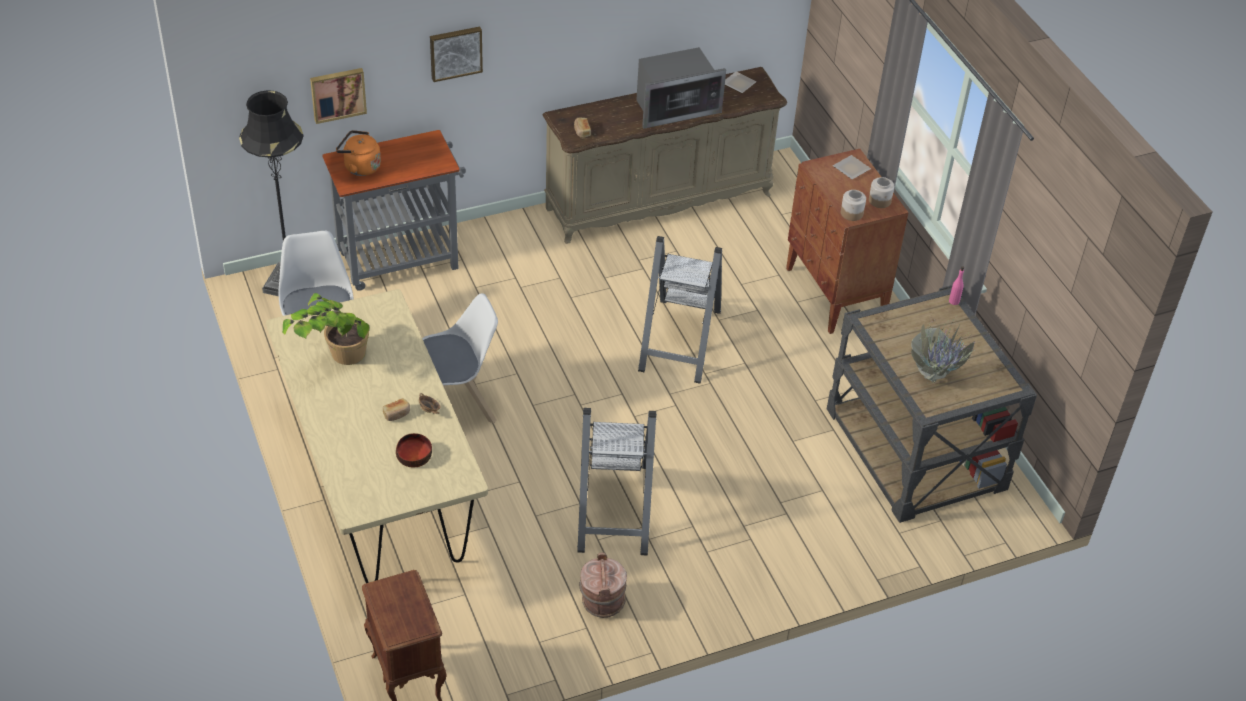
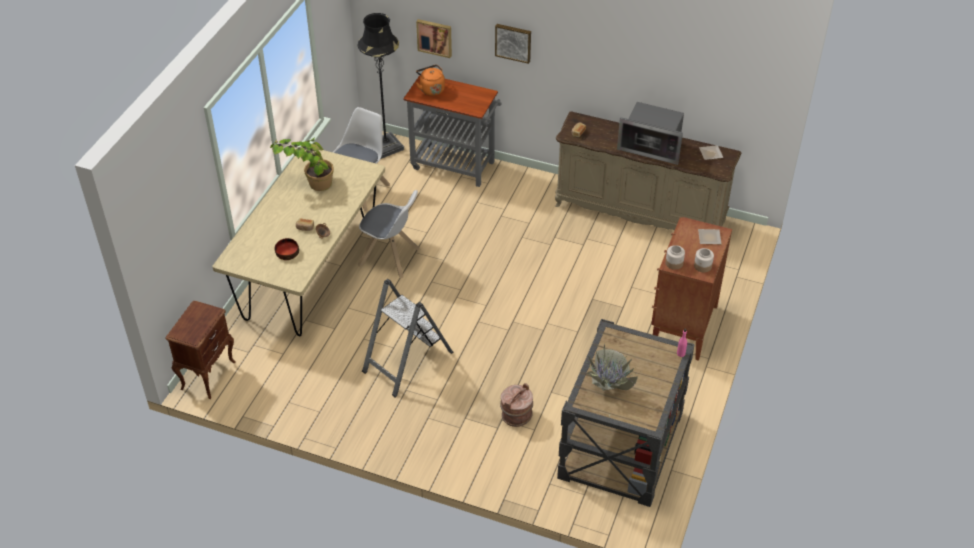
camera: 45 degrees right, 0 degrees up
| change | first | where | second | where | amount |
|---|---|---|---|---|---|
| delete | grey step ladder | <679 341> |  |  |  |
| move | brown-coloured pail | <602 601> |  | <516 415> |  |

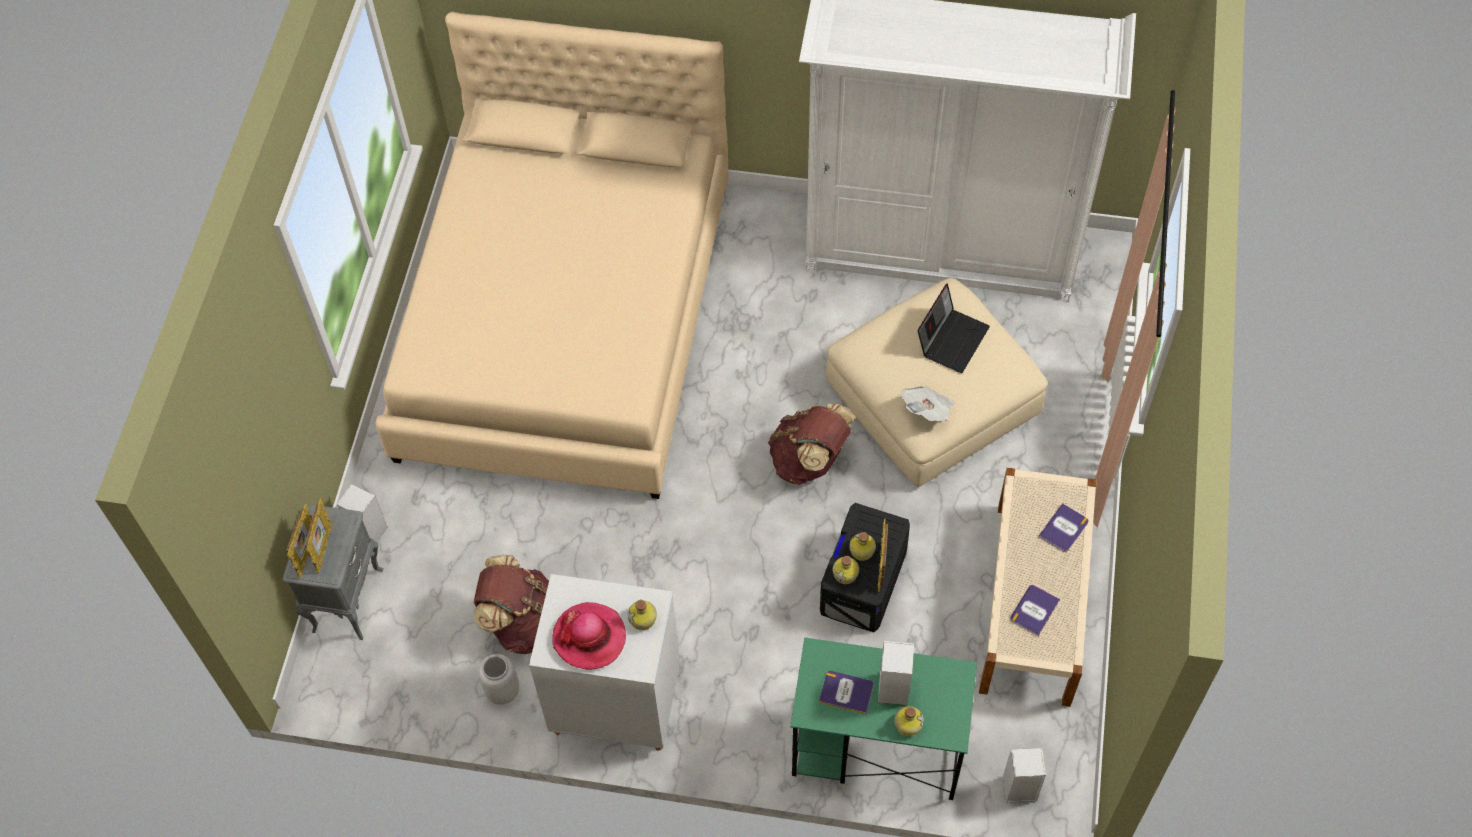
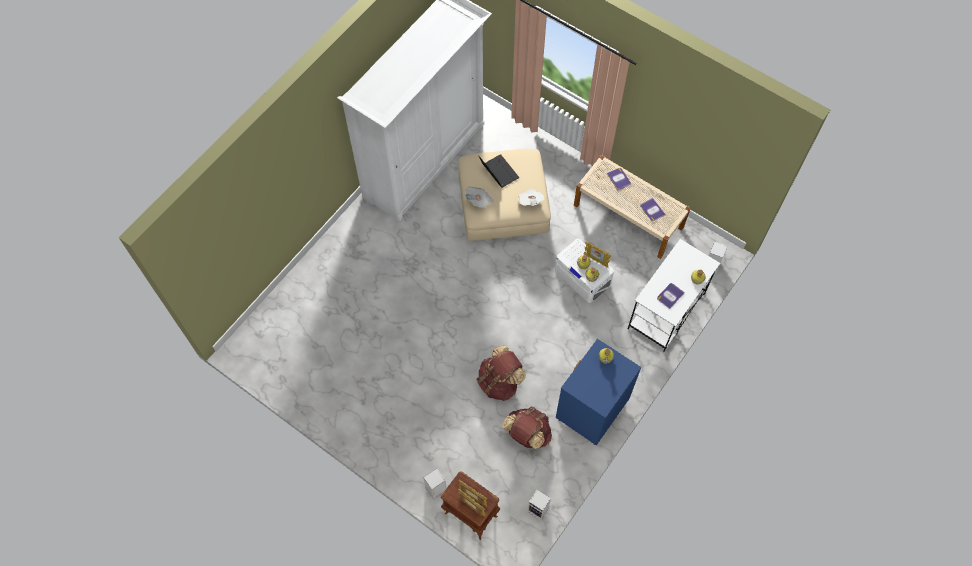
camera: 65 degrees left, 5 degrees up
| change | first | where | second | where | amount |
|---|---|---|---|---|---|
| delete | sand-coloured bed | <567 319> |  |  |  |
| delete | grey decorative vase | <502 690> |  |  |  |
| delete | clothing hat | <589 637> |  |  |  |
| insert |  |  | printed paper | <479 201> |  |
| move | brown-coloured rucksack | <809 461> |  | <499 382> |  |
| move | loudspeaker | <894 690> |  | <539 509> |  |
| recolor | grey bedside table | <348 600> | brown-coloured bedside table | <470 514> |  |
| recolor | white dresser | <614 702> | blue dresser | <591 411> |  |
| recolor | green desk | <875 746> | white desk | <666 311> |  |
| recolor | black storage container | <863 581> | white storage container | <582 277> |  |

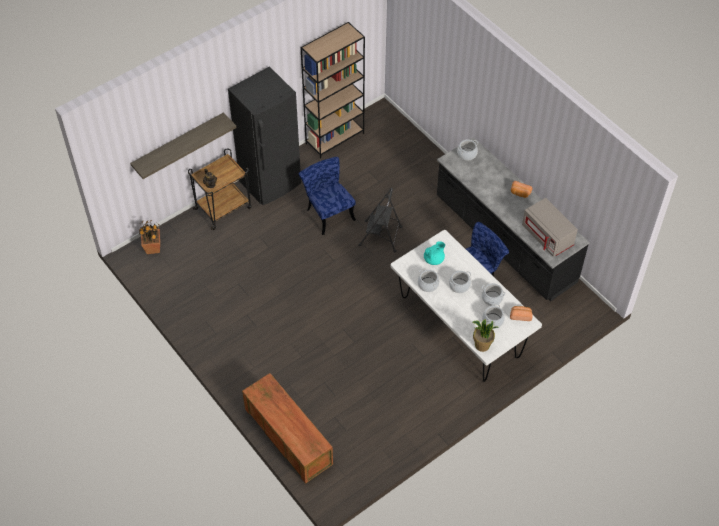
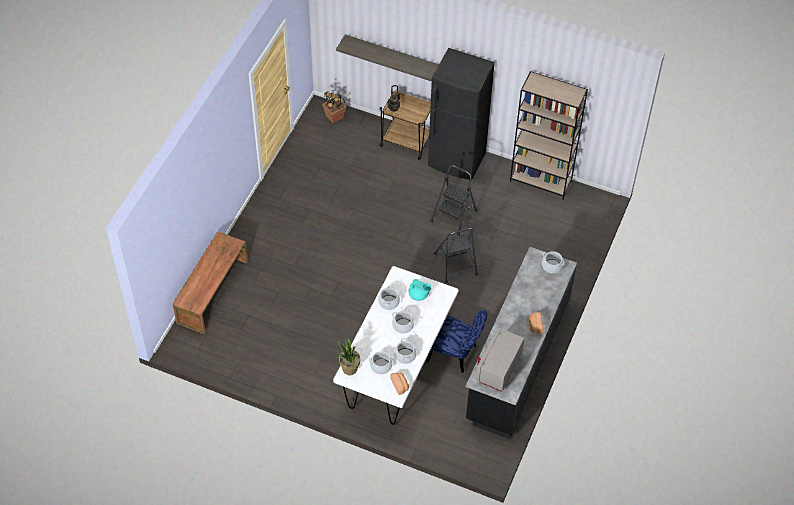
camera: 60 degrees right, 0 degrees up
| change | first | where | second | where | amount |
|---|---|---|---|---|---|
| replace | blue chair | <328 212> | black step ladder | <454 214> |  |

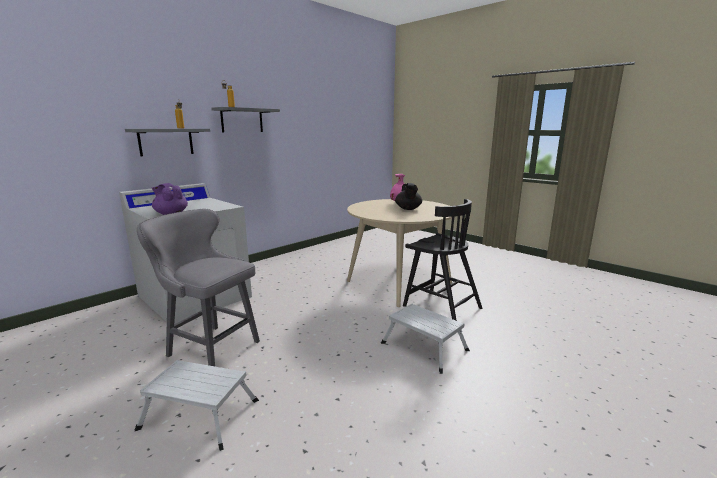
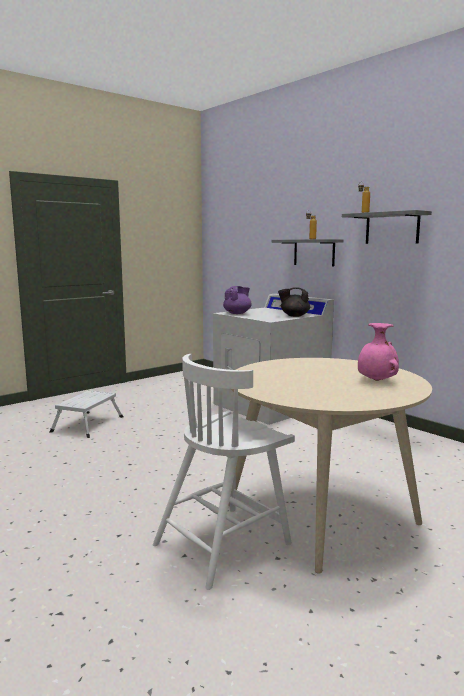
camera: 95 degrees right, 5 degrees down
| change | first | where | second | where | amount |
|---|---|---|---|---|---|
| delete | grey sitting stool | <211 347> |  |  |  |
| delete | white step ladder | <424 347> |  |  |  |
| move | black teapot | <408 209> |  | <294 316> |  |
| recolor | black chair | <440 306> | white chair | <224 542> |  |

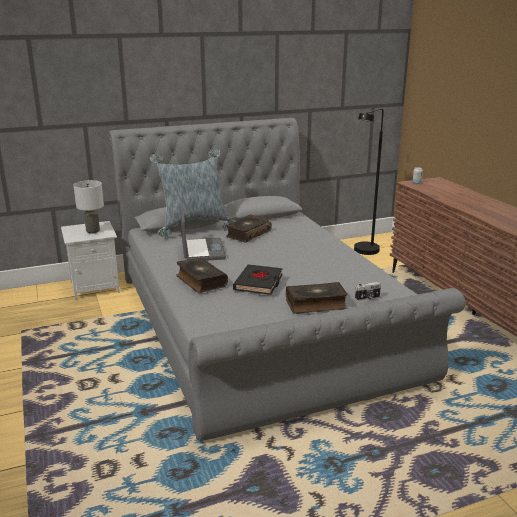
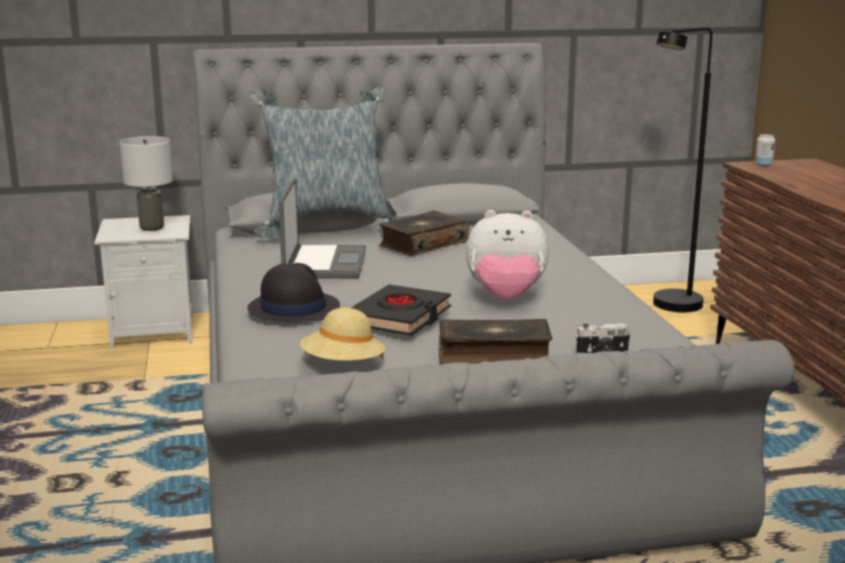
camera: 10 degrees right, 5 degrees down
| change | first | where | second | where | amount |
|---|---|---|---|---|---|
| insert |  |  | sand-coloured clothing hat | <343 365> |  |
| insert |  |  | cuddly toy | <506 298> |  |
| replace | volume | <200 281> | black clothing hat | <293 308> |  |

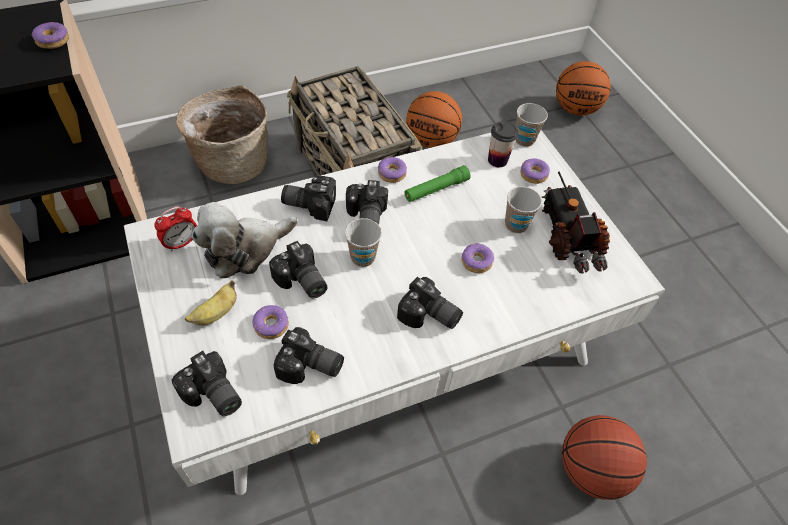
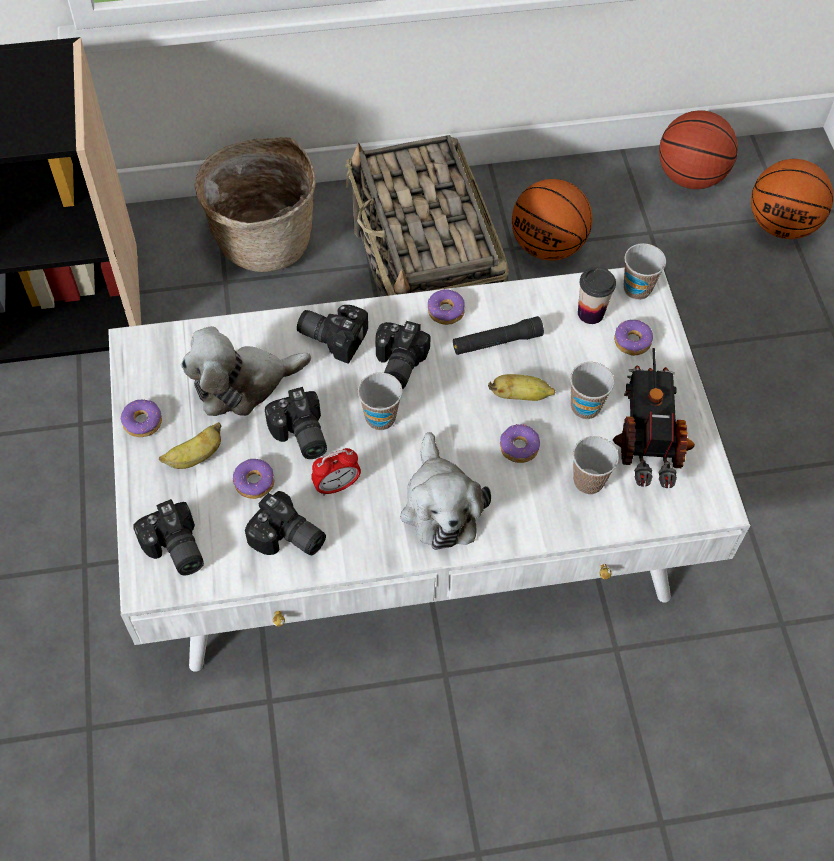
camera: 15 degrees right, 5 degrees up
| change | first | where | second | where | amount |
|---|---|---|---|---|---|
| insert |  |  | whole banana | <520 396> |  |
| insert |  |  | small cup | <588 481> |  |
| move | ring doughnut | <53 41> |  | <143 422> |  |
| move | bedside clock | <181 243> |  | <336 486> |  |
| move | ball for basketball | <591 469> |  | <690 176> |  |
| replace | photo camera | <429 316> | cuddly toy | <440 505> |  |
| recolor | green flashlight | <436 189> | black flashlight | <497 342> |  |

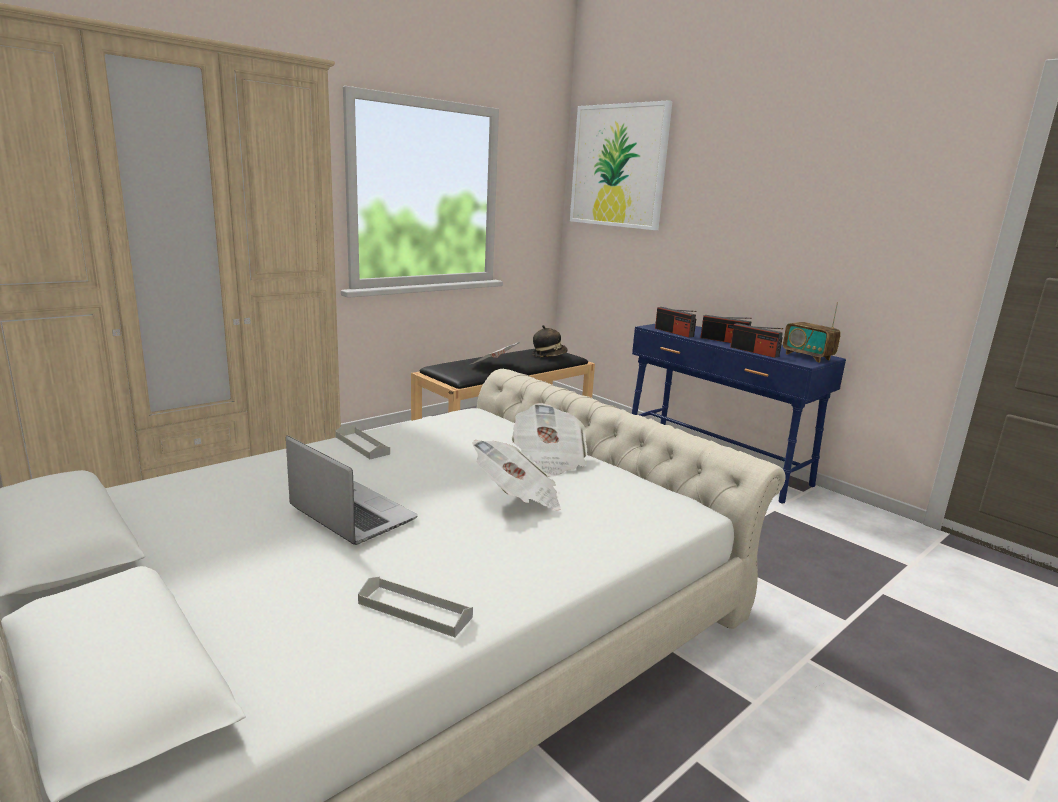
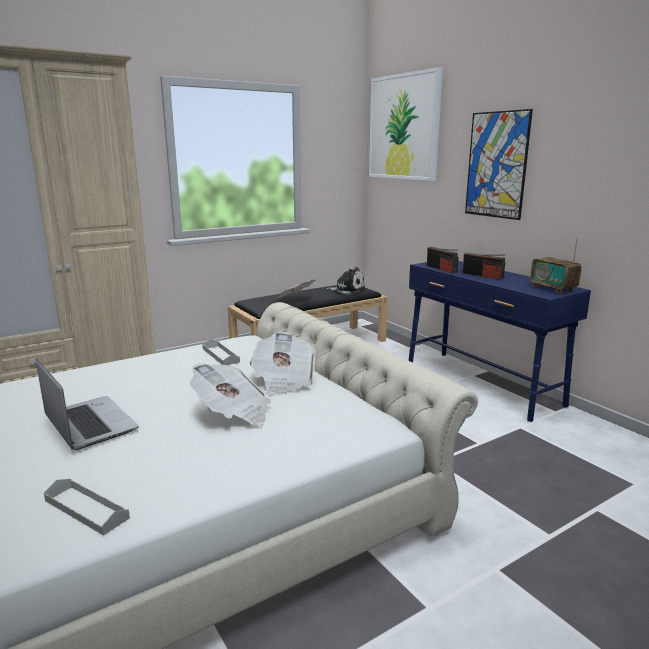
camera: 10 degrees right, 0 degrees up
| change | first | where | second | where | amount |
|---|---|---|---|---|---|
| delete | radio receiver | <754 352> |  |  |  |
| insert |  |  | wall art | <496 165> |  |
| move | grey carrying tray | <362 445> |  | <220 355> |  |
| replace | clothing hat | <549 355> | cuddly toy | <347 290> |  |

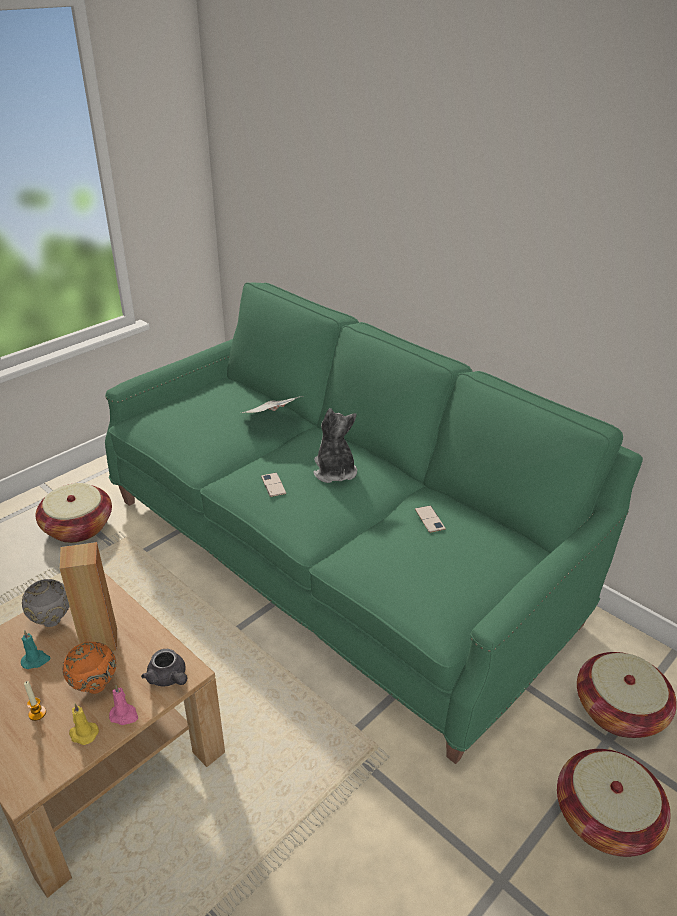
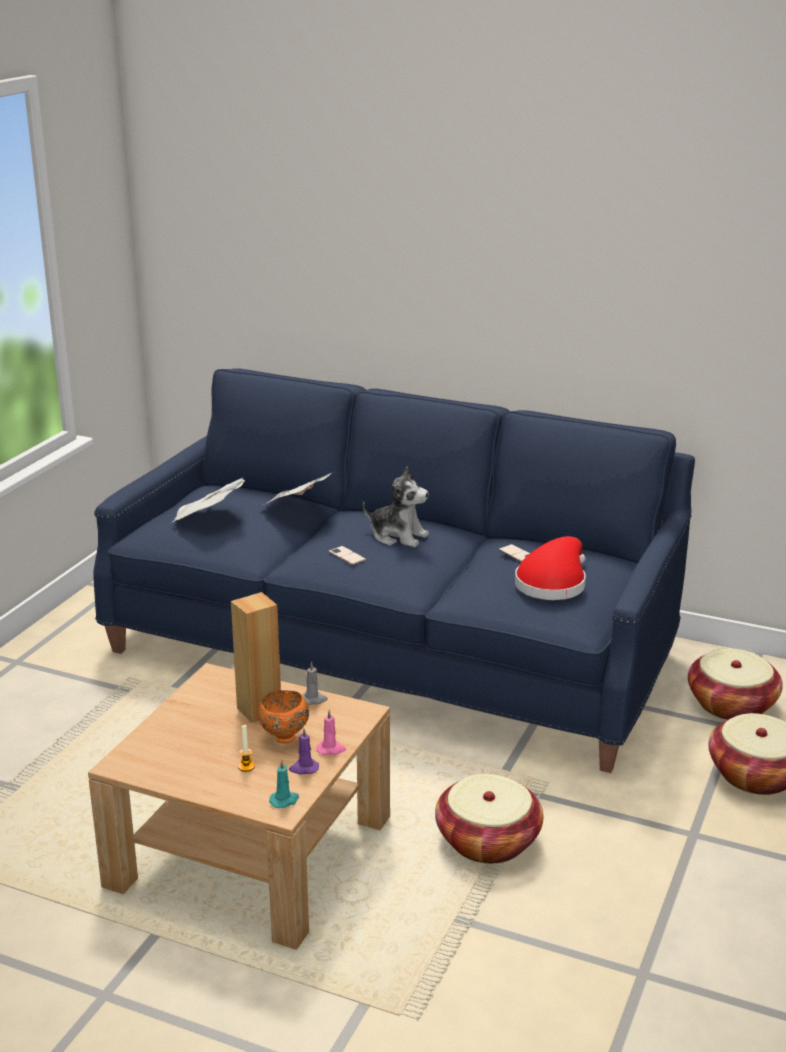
camera: 20 degrees left, 10 degrees down
| change | first | where | second | where | amount |
|---|---|---|---|---|---|
| delete | grey serving bowl | <52 621> |  |  |  |
| delete | grey teapot | <169 678> |  |  |  |
| insert |  |  | printed paper | <208 519> |  |
| insert |  |  | grey wax candle | <313 699> |  |
| insert |  |  | red clothing hat | <552 583> |  |
| move | turquoise-coloured wax candle | <36 660> |  | <284 800> |  |
| move | household basket | <78 527> |  | <488 841> |  |
| recolor | yellow-coloured wax candle | <83 734> | purplish wax candle | <303 768> |  |
| recolor | green couch | <337 555> | blue couch | <393 649> |  |
| rotate | cuddly toy | <334 471> |  | <398 536> | 150 degrees clockwise |

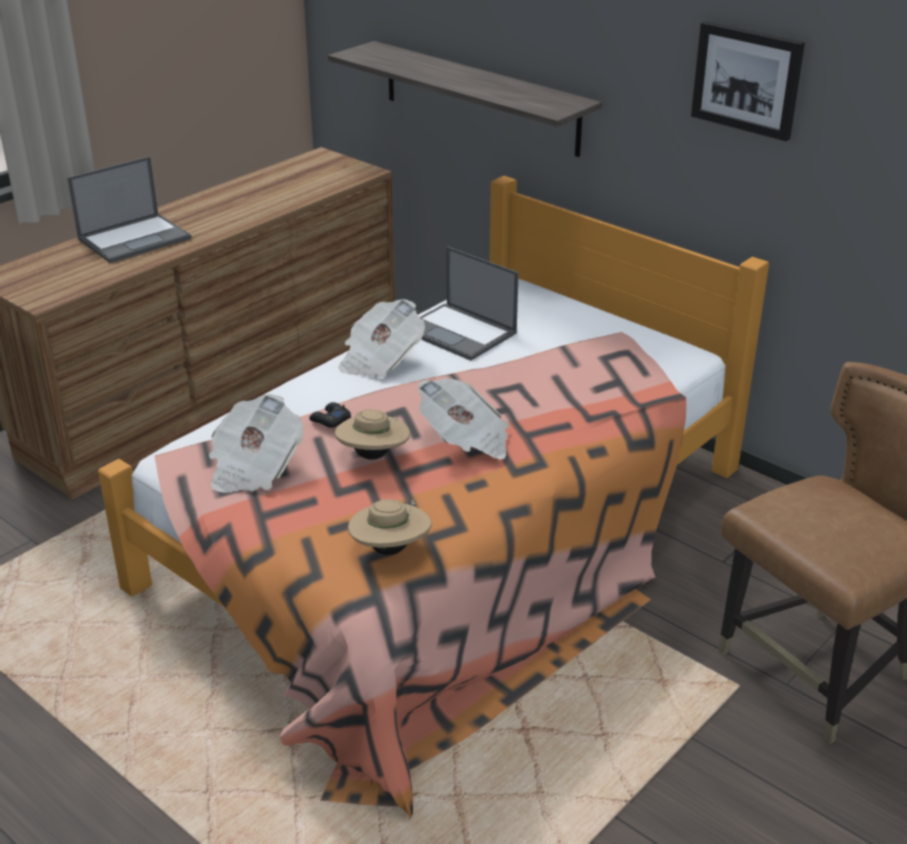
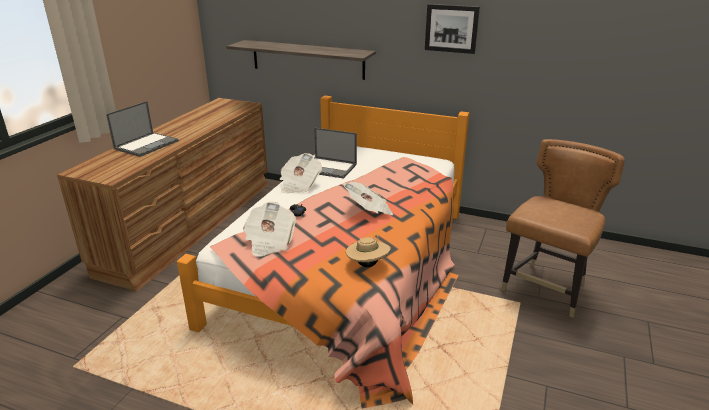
camera: 20 degrees left, 5 degrees down
| change | first | where | second | where | amount |
|---|---|---|---|---|---|
| delete | sand-coloured clothing hat | <373 456> |  |  |  |

